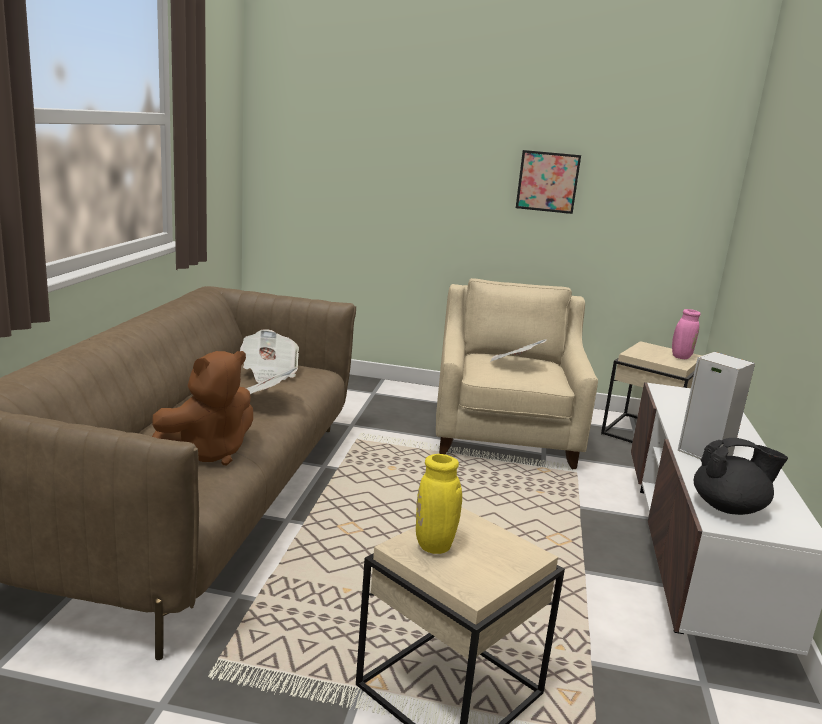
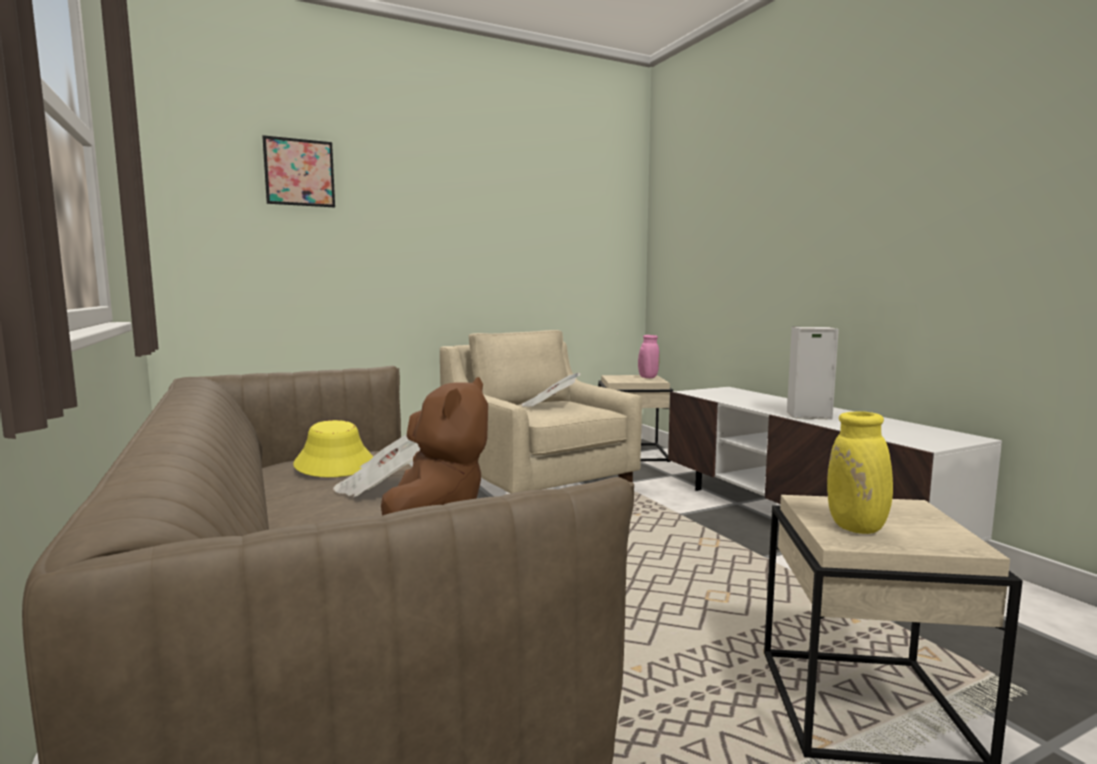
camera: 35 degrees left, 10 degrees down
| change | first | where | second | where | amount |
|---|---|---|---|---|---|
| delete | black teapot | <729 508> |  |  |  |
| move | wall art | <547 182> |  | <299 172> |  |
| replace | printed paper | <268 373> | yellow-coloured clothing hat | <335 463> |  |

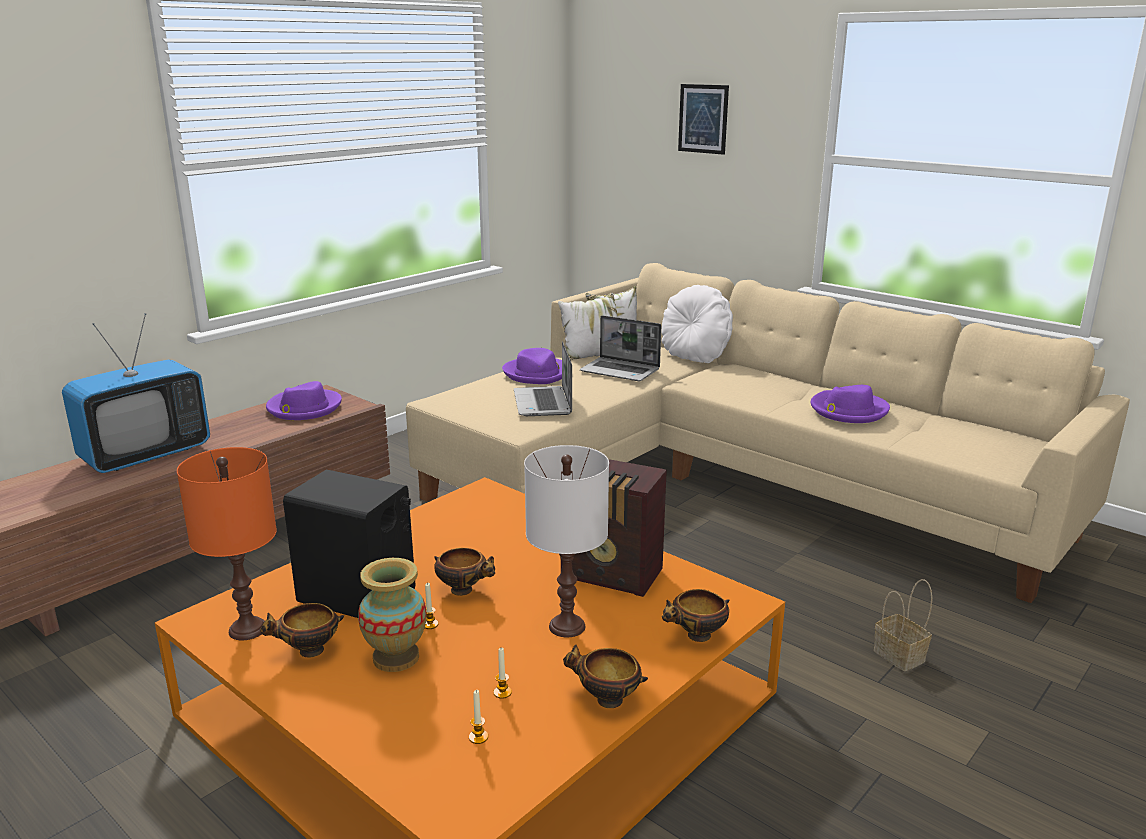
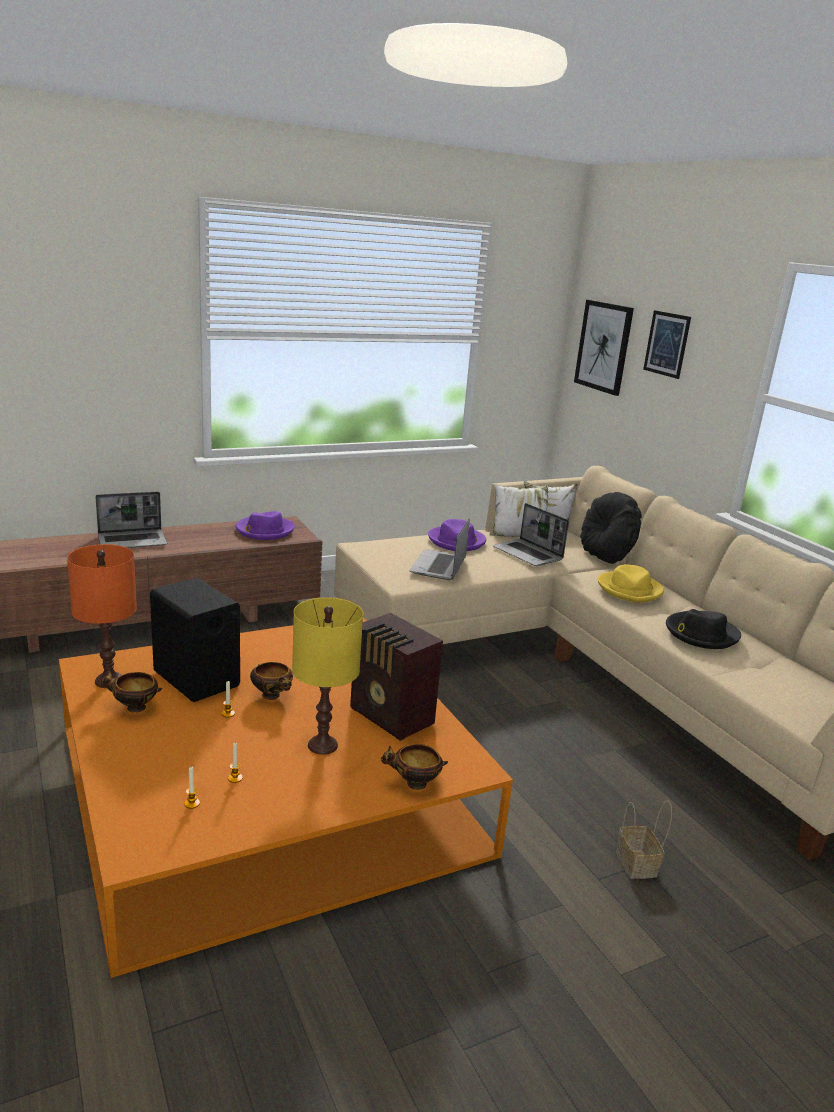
camera: 20 degrees right, 0 degrees up
| change | first | where | second | where | amount |
|---|---|---|---|---|---|
| delete | decorative vase | <396 658> |  |  |  |
| delete | serving bowl | <606 700> |  |  |  |
| insert |  |  | wall art | <604 347> |  |
| insert |  |  | yellow-coloured clothing hat | <630 590> |  |
| replace | TV set | <146 455> | laptop | <133 541> |  |
| recolor | white tabletop lamp | <567 627> | yellow-coloured tabletop lamp | <322 745> |  |
| recolor | white pillow | <695 358> | black pillow | <605 557> |  |
| recolor | purplish clothing hat | <848 410> | black clothing hat | <700 633> |  |

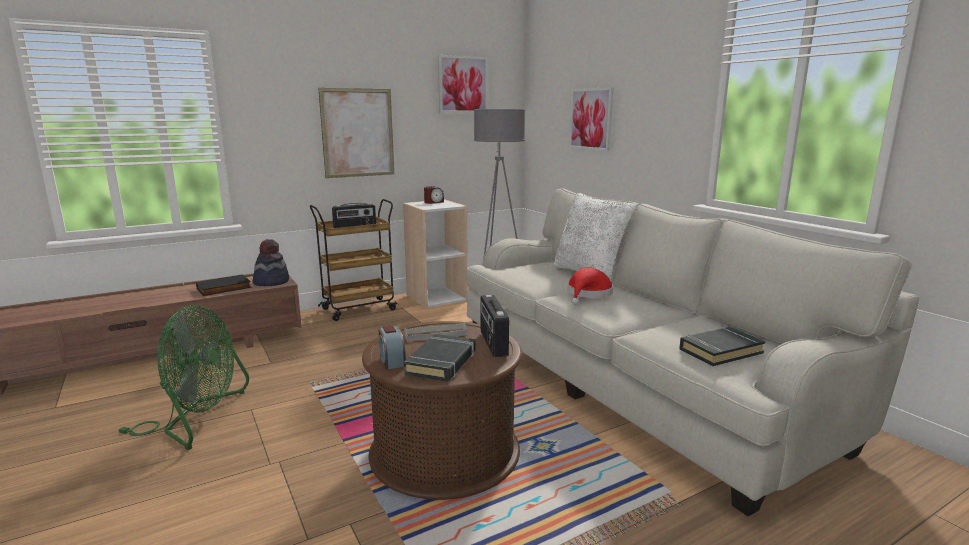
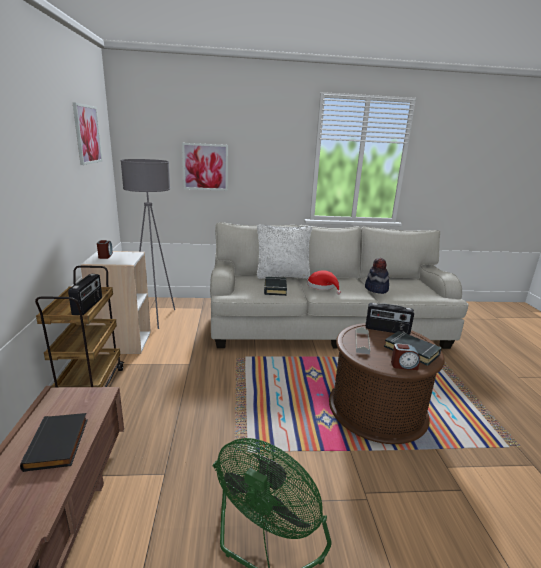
camera: 65 degrees left, 5 degrees up
| change | first | where | second | where | amount |
|---|---|---|---|---|---|
| delete | wall art | <358 133> |  |  |  |
| move | clothing hat | <271 282> |  | <376 289> |  |
| move | black volume | <720 351> |  | <275 288> |  |

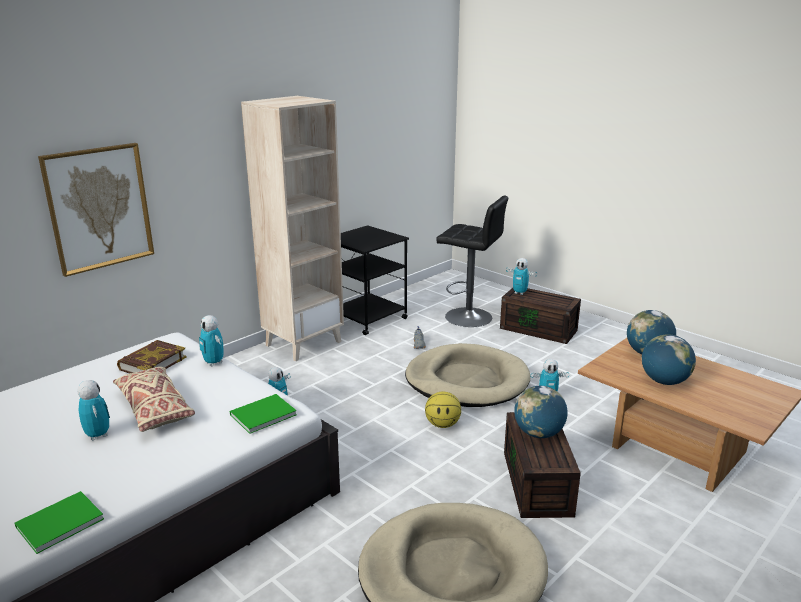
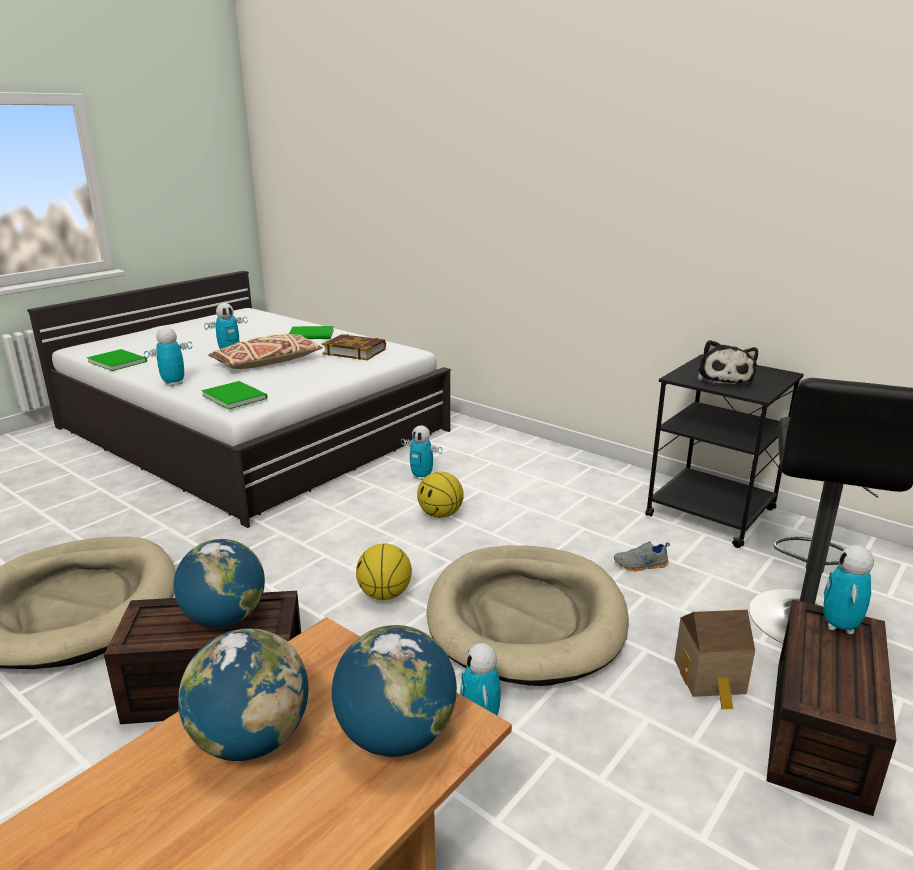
camera: 85 degrees right, 0 degrees up
| change | first | where | second | where | amount |
|---|---|---|---|---|---|
| delete | wall art | <99 208> |  |  |  |
| delete | sand-coloured shelving unit | <303 343> |  |  |  |
| insert |  |  | green volume | <312 335> |  |
| insert |  |  | ball for basketball | <440 515> |  |
| insert |  |  | miniature house | <711 679> |  |
| insert |  |  | cuddly toy | <724 378> |  |
| move | model robot | <214 363> |  | <173 383> |  |

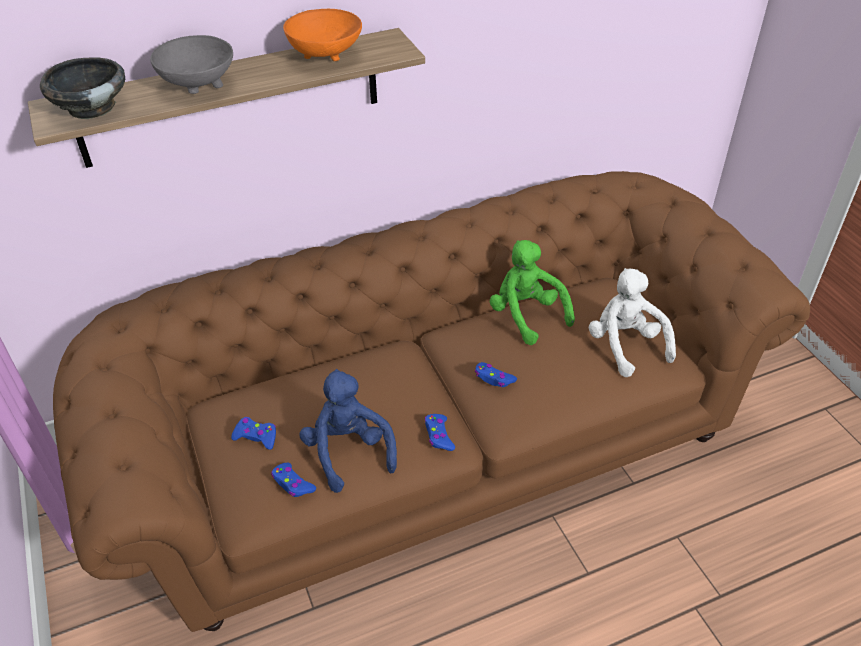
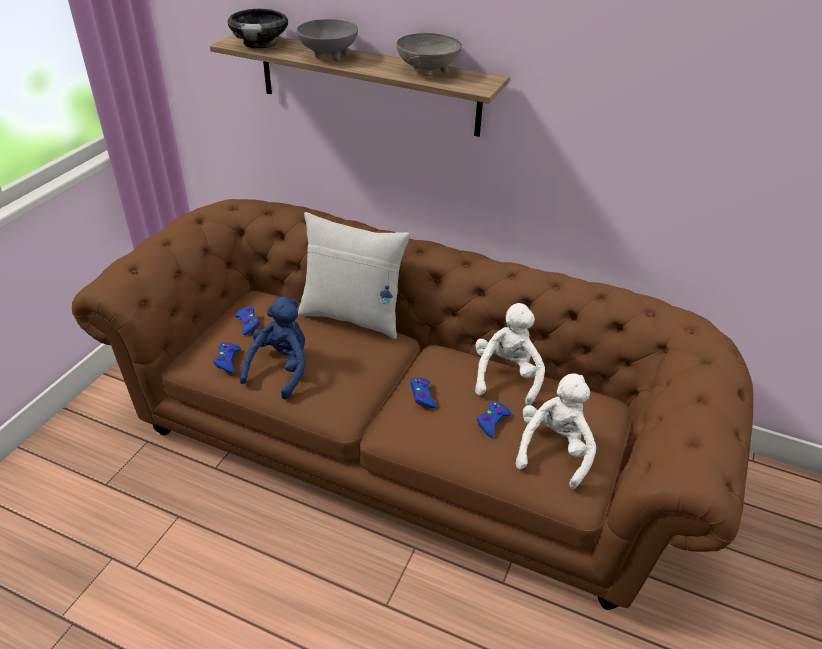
camera: 45 degrees right, 5 degrees down
| change | first | where | second | where | amount |
|---|---|---|---|---|---|
| insert |  |  | grey pillow | <352 318> |  |
| move | blue gamepad | <439 436> |  | <492 421> |  |
| recolor | orangey serving bowl | <324 56> | grey serving bowl | <426 71> |  |
| recolor | green cuddly toy | <526 315> | white cuddly toy | <506 376> |  |

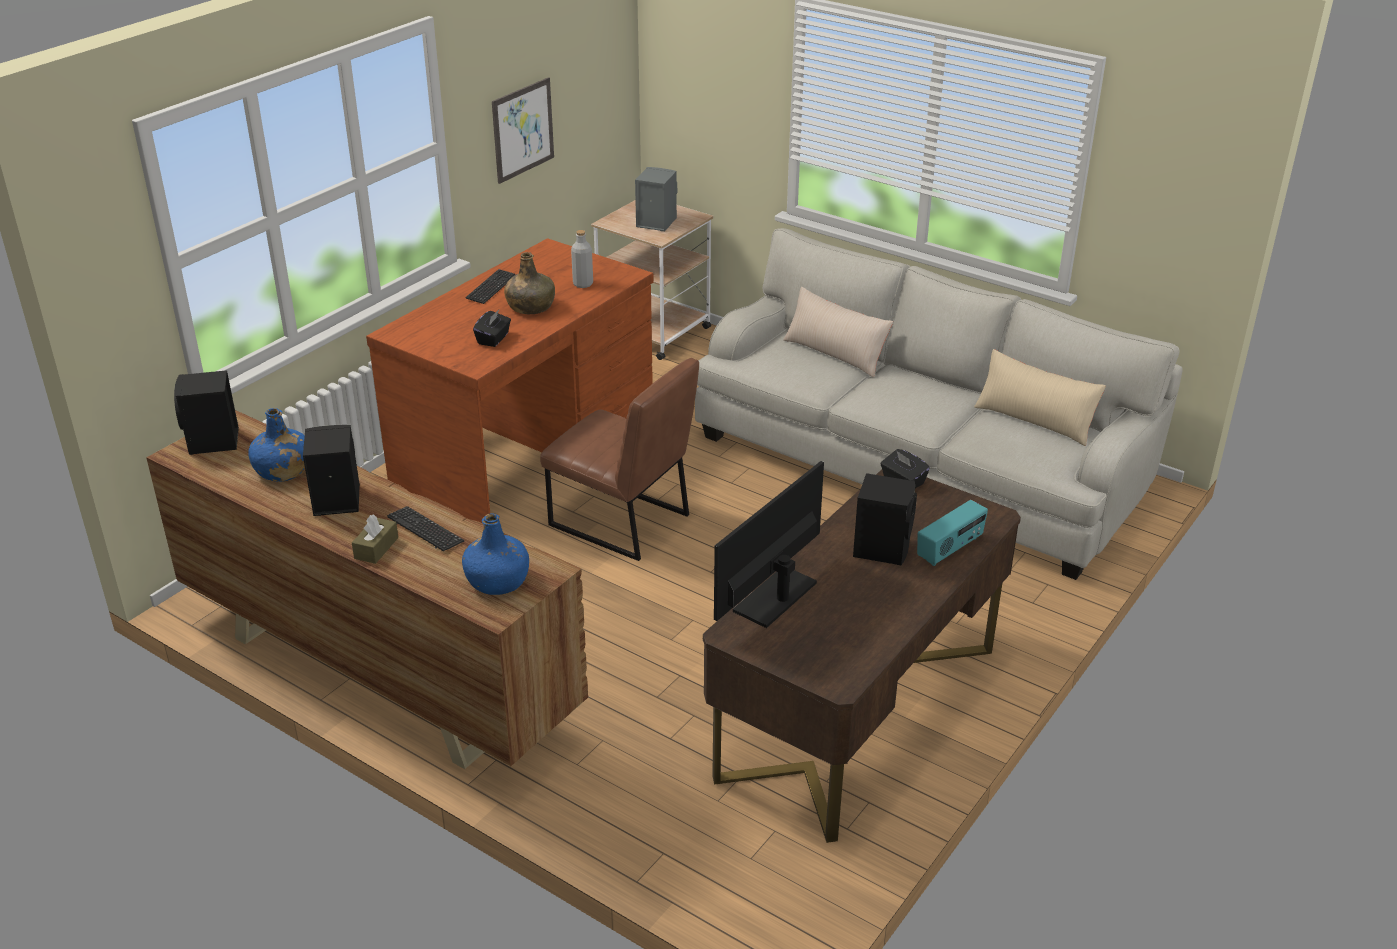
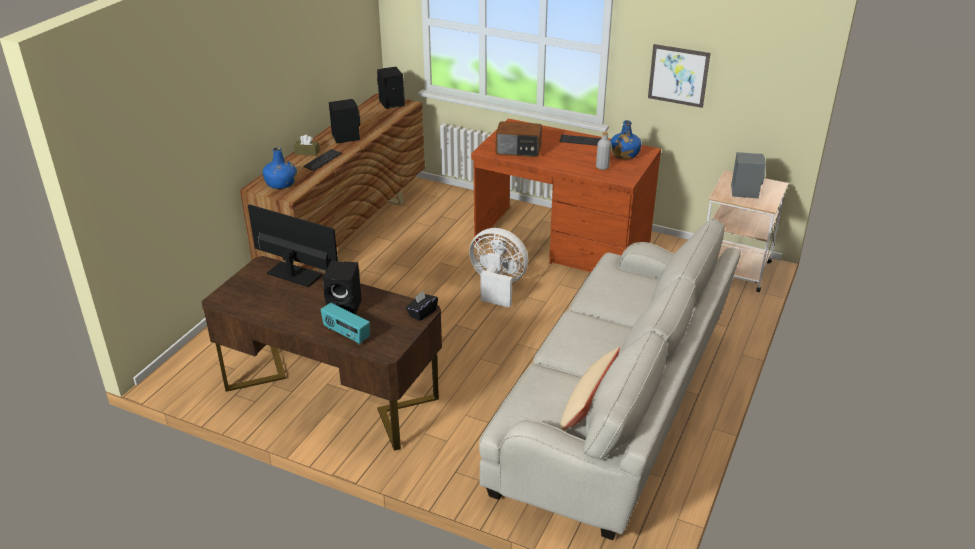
camera: 80 degrees right, 0 degrees up
| change | first | where | second | where | amount |
|---|---|---|---|---|---|
| delete | green drink bottle | <530 307> |  |  |  |
| delete | sand-coloured pillow | <835 353> |  |  |  |
| move | blue drink bottle | <282 470> |  | <624 154> |  |
| replace | black tissue box | <493 339> | radio receiver | <518 150> |  |
| replace | brown-coloured chair | <622 522> | white fan | <497 286> |  |

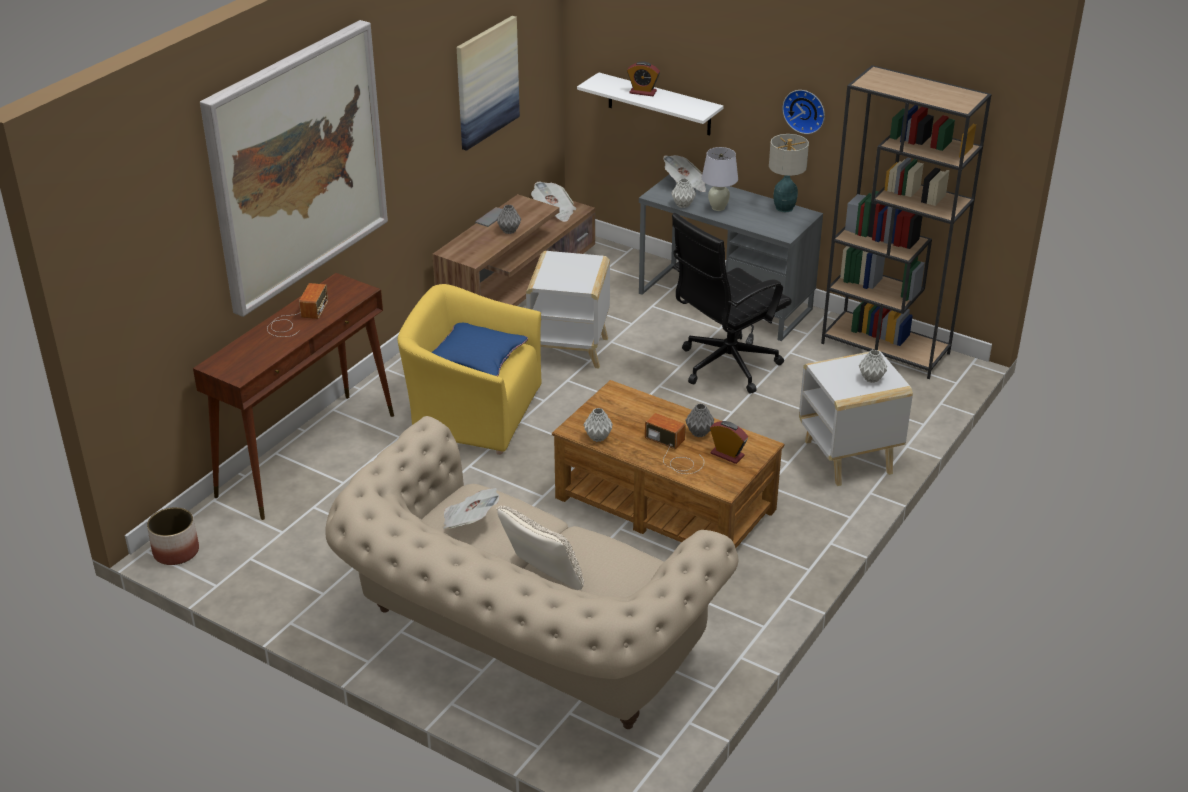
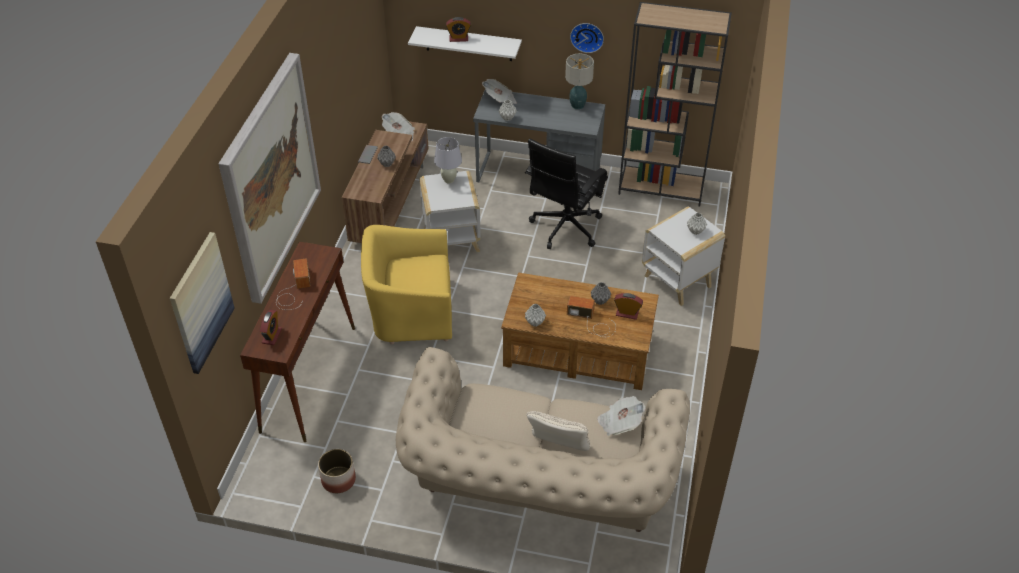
camera: 20 degrees left, 10 degrees up
| change | first | where | second | where | amount |
|---|---|---|---|---|---|
| delete | blue pillow | <476 357> |  |  |  |
| insert |  |  | bedside clock | <272 336> |  |
| move | plant pot | <176 552> |  | <338 480> |  |
| move | printed paper | <470 521> |  | <619 423> |  |
| move | wall art | <486 82> |  | <200 303> |  |
| move | white tabletop lamp | <718 208> |  | <448 180> |  |

